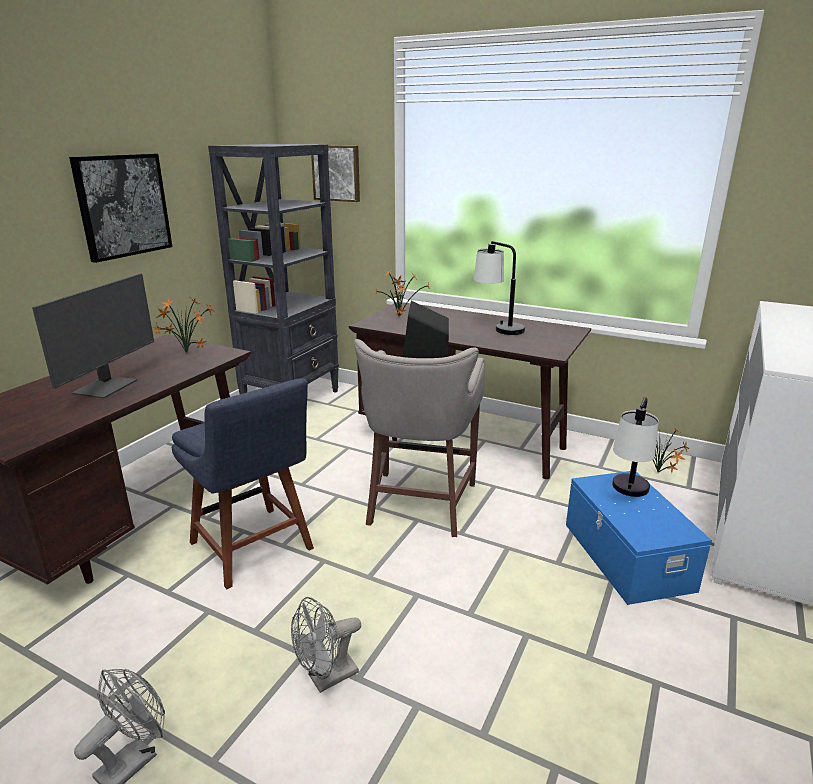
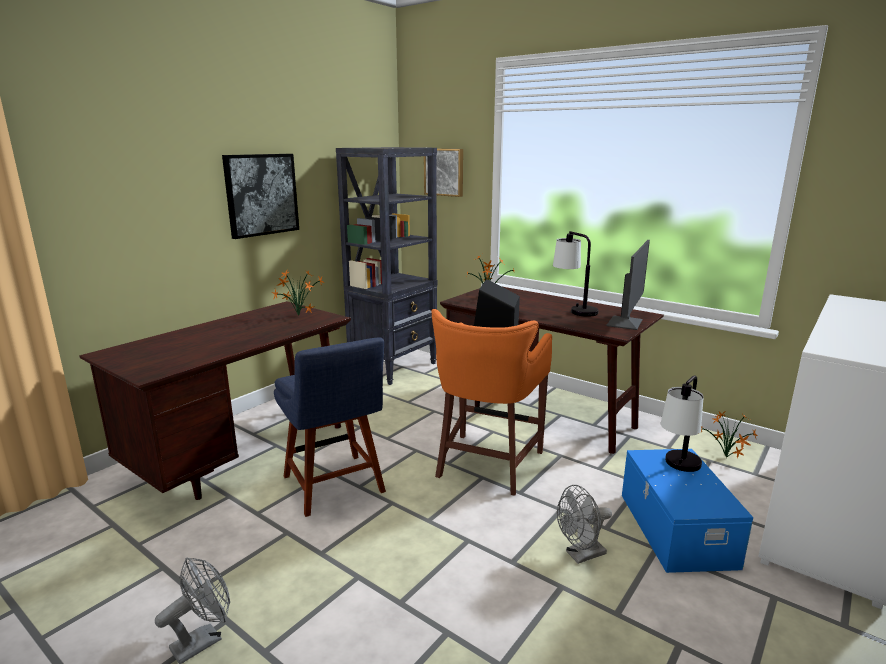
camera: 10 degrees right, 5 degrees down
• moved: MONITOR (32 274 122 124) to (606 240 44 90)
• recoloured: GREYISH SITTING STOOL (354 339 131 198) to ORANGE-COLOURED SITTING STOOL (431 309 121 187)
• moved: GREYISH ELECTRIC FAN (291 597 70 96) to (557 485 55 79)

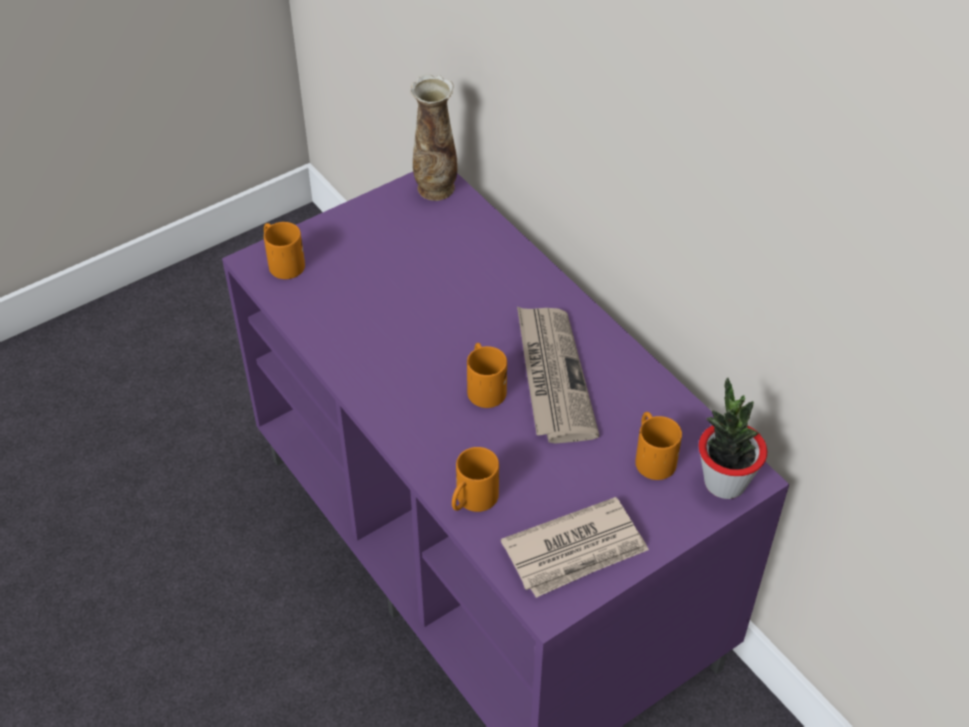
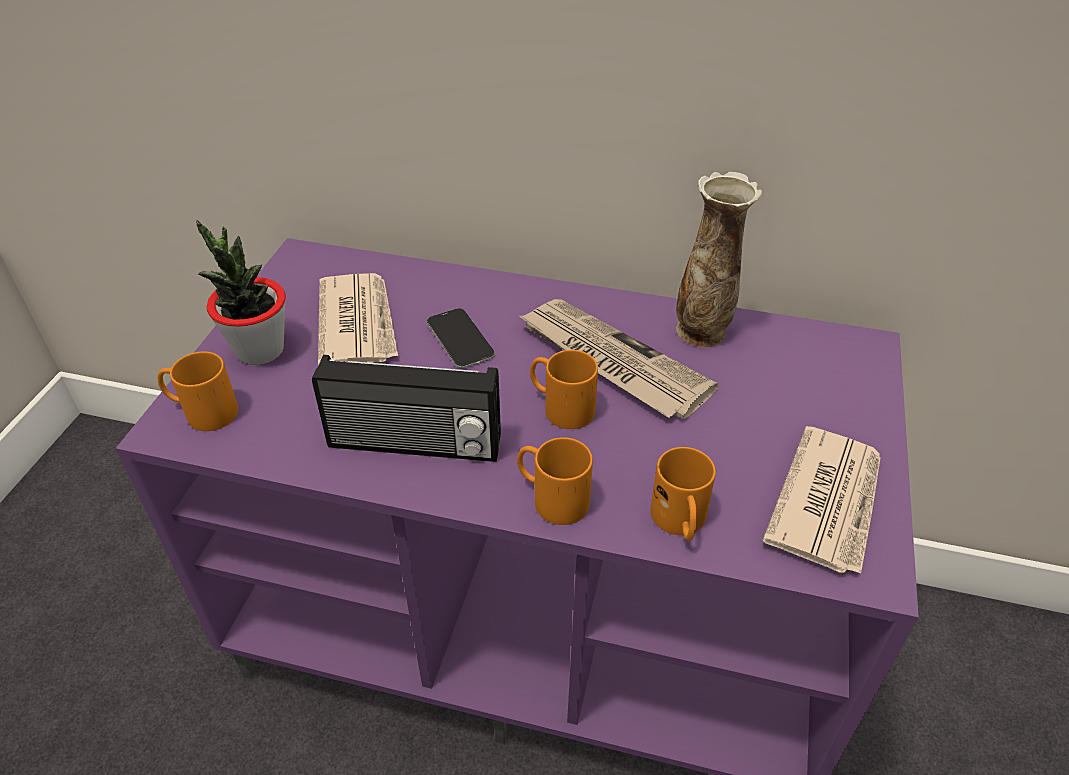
camera: 40 degrees left, 5 degrees down
• moved: DECORATIVE VASE (410 74 48 127) to (676 172 86 175)
• moved: HOUSEPLANT (699 378 68 121) to (196 220 90 145)
• moved: ORANGE-COLOURED MUG (635 412 47 68) to (517 437 76 88)
• added: DAILY PAPER (318 273 80 92)
• added: TELEPHONE (427 308 68 60)
• added: RADIO RECEIVER (312 355 189 107)

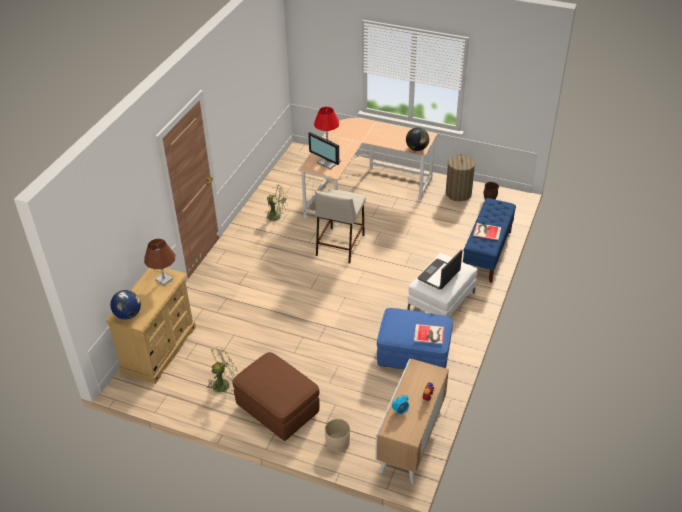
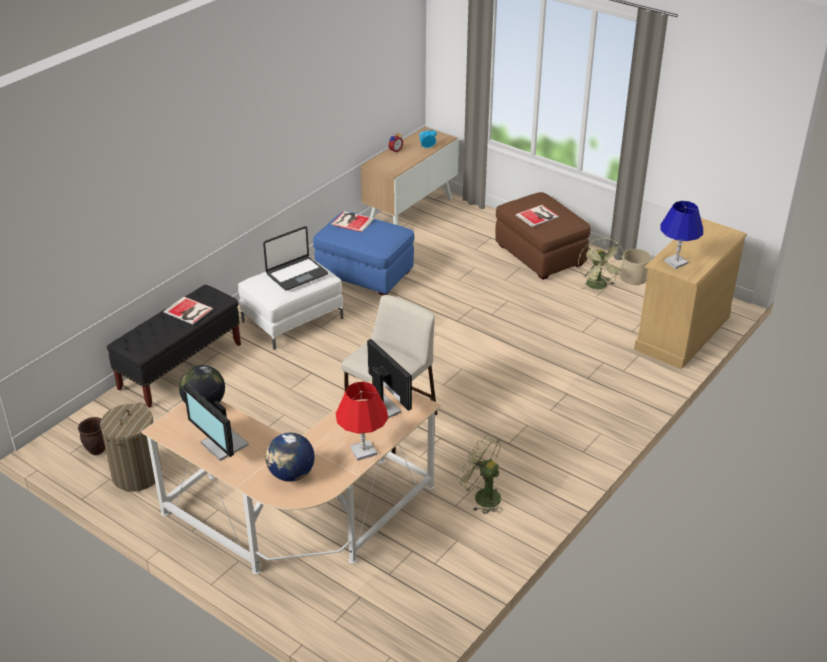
camera: 165 degrees left, 5 degrees down
• recoloured: BLUE BENCH (463 198 53 85) to BLACKISH BENCH (107 285 134 123)
• recoloured: BROWN-COLOURED TABLETOP LAMP (144 239 31 46) to BLUE TABLETOP LAMP (661 201 42 68)
• moved: DESK GLOBE (110 290 31 29) to (266 433 49 49)
• turned: GREEN ELECTRIC FAN (206 346 33 46) = (578 238 48 52) 75 degrees counterclockwise
• moved: BEIGE-COLOURED FLOWER POT (325 419 25 34) to (621 249 30 36)
• added: BOOK (515 205 44 22)
• added: MONITOR (183 384 66 77)

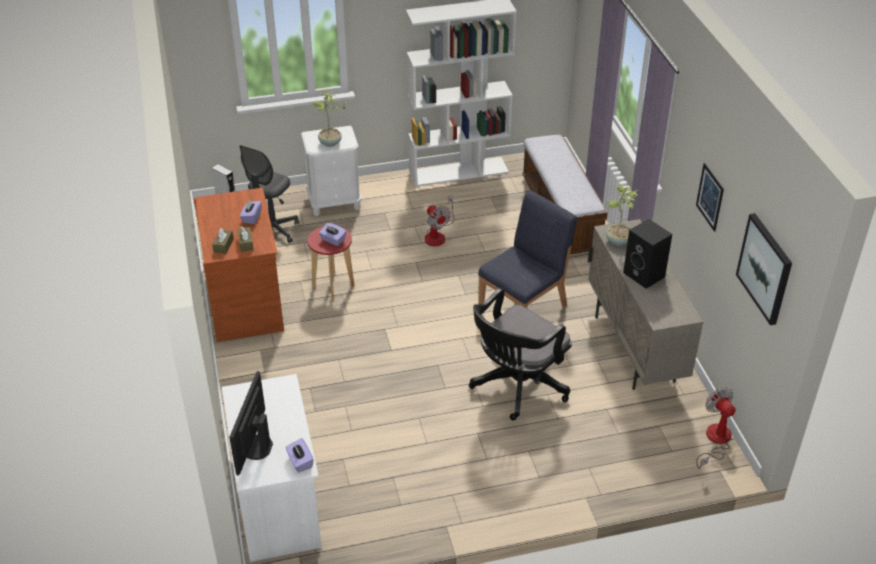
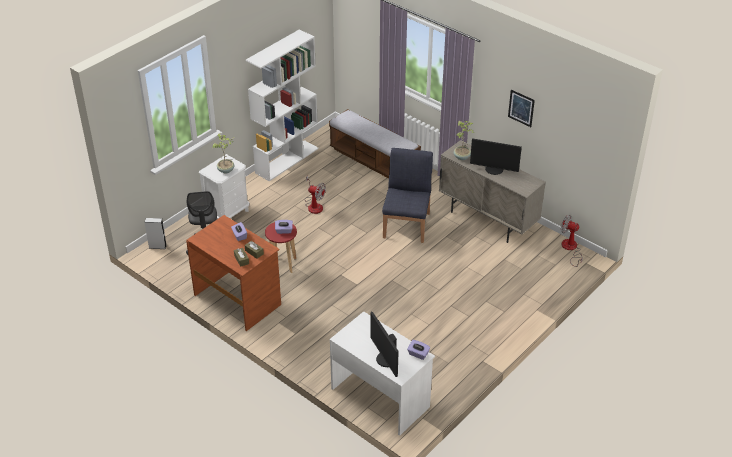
camera: 35 degrees left, 0 degrees up
• removed: WALL PICTURE (736 213 56 112)
• replaced: BLACKISH SPEAKER (623 219 49 70) to MONITOR (470 138 52 37)
• removed: BLACKISH COMPUTER CHAIR (469 288 103 132)

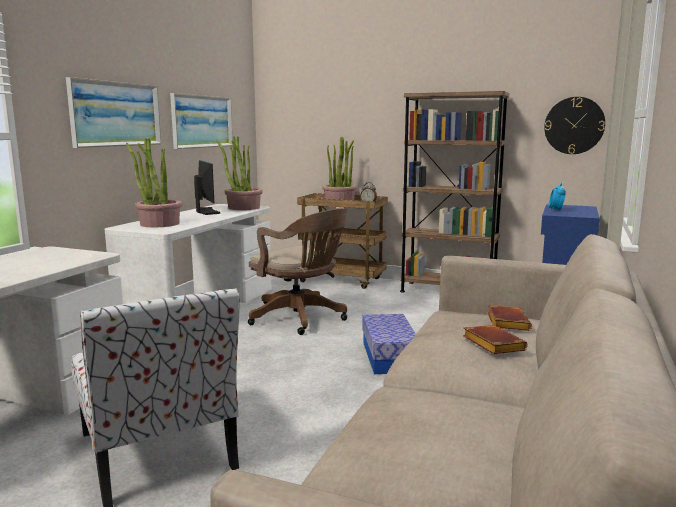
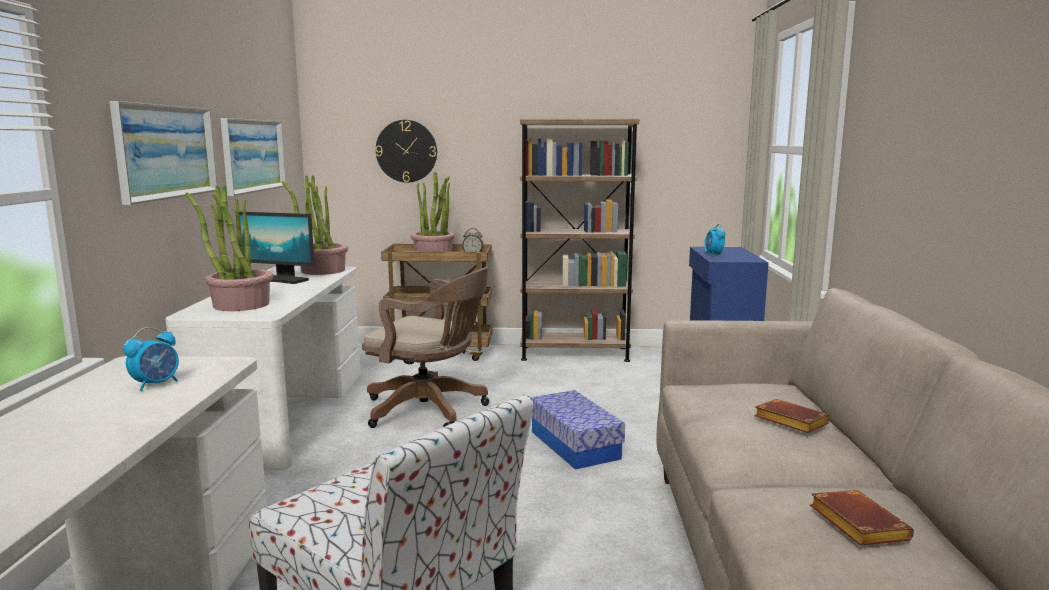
camera: 20 degrees left, 0 degrees up
• moved: CLOCK ON THE WALL (544 97 61 57) to (376 120 61 63)
• turned: MONITOR (194 160 26 55) = (239 212 76 72) 150 degrees clockwise
• moved: BROWN-COLOURED BOOK (487 305 45 26) to (810 490 104 56)
• added: ALARM CLOCK (123 327 56 64)

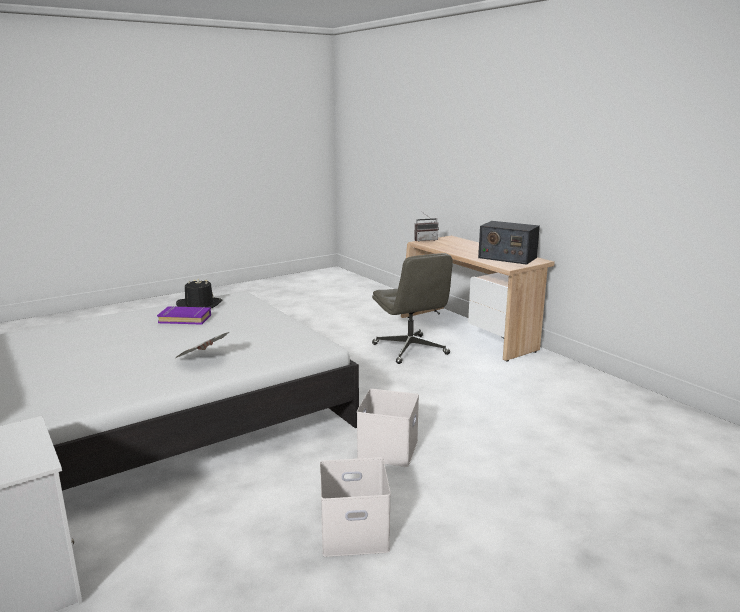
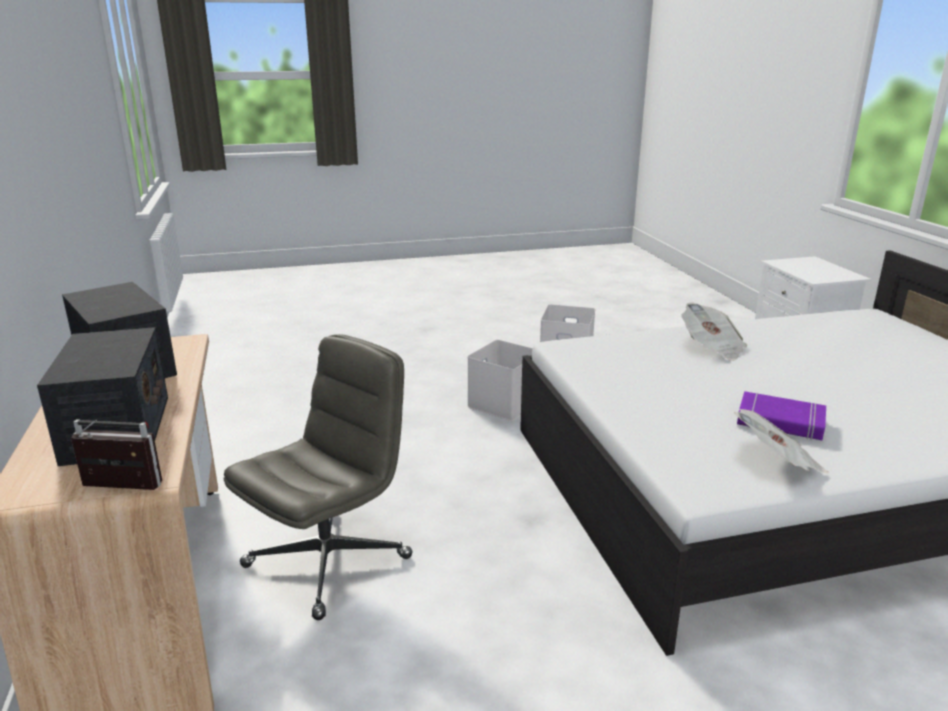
camera: 160 degrees left, 5 degrees up
• turned: GREYISH COMPUTER CHAIR (372 253 81 111) = (224 334 188 286) 45 degrees clockwise
• replaced: BLACKISH HAT (176 279 47 29) to DAILY PAPER (734 409 95 64)
• added: RADIO RECEIVER (37 327 131 139)

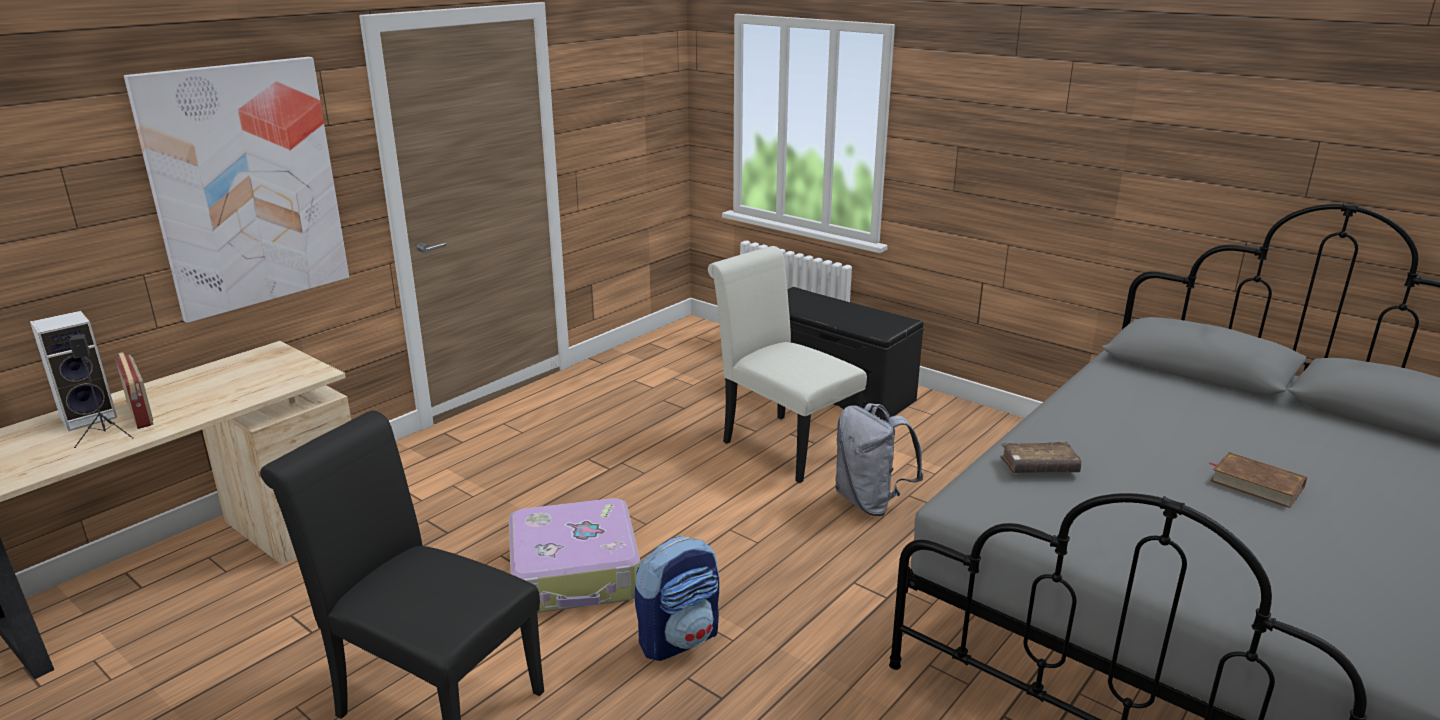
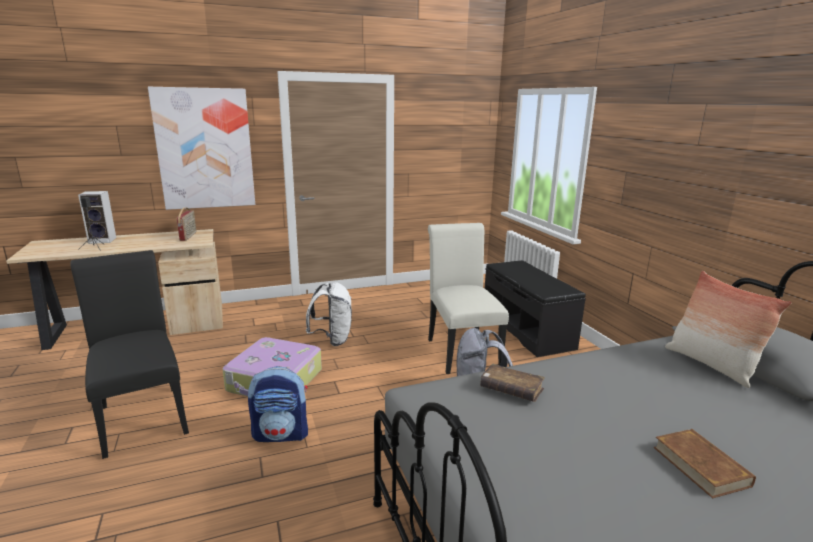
camera: 30 degrees right, 5 degrees down
• moved: RADIO RECEIVER (115 352 38 77) to (177 208 19 33)
• added: PILLOW (665 271 127 117)
• added: WHITISH BACKPACK (306 282 46 64)

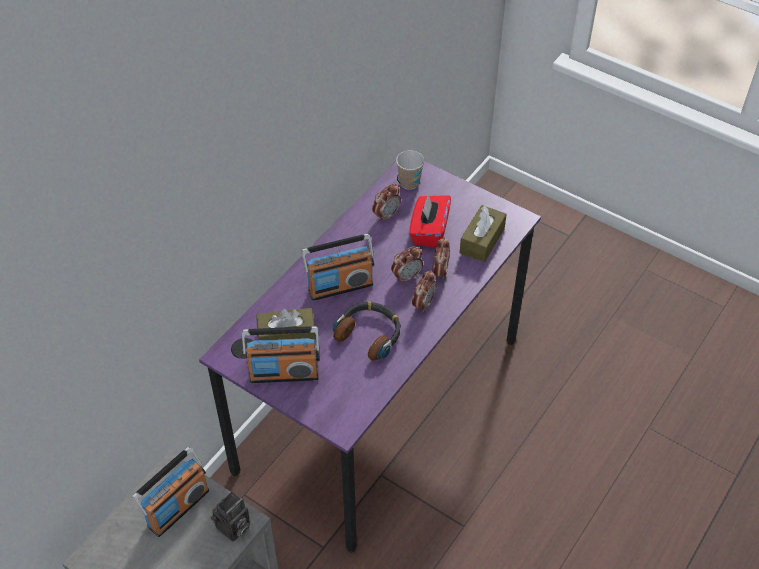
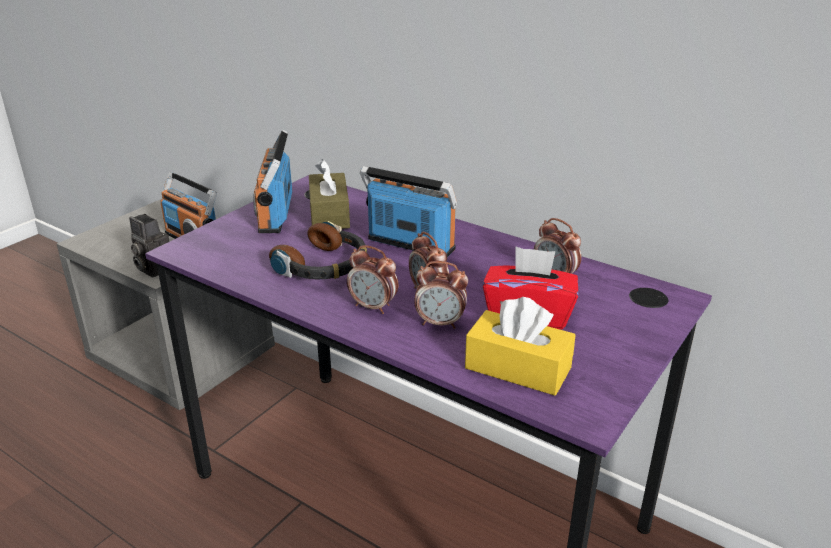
camera: 90 degrees right, 20 degrees down
• removed: DRINKING CUP (396 150 28 40)
• recoloured: BROWN-COLOURED TISSUE HOLDER (460 205 47 57) to YELLOW TISSUE HOLDER (465 297 110 99)
• turned: RADIO RECEIVER (301 234 73 67) = (360 166 97 91) 135 degrees clockwise

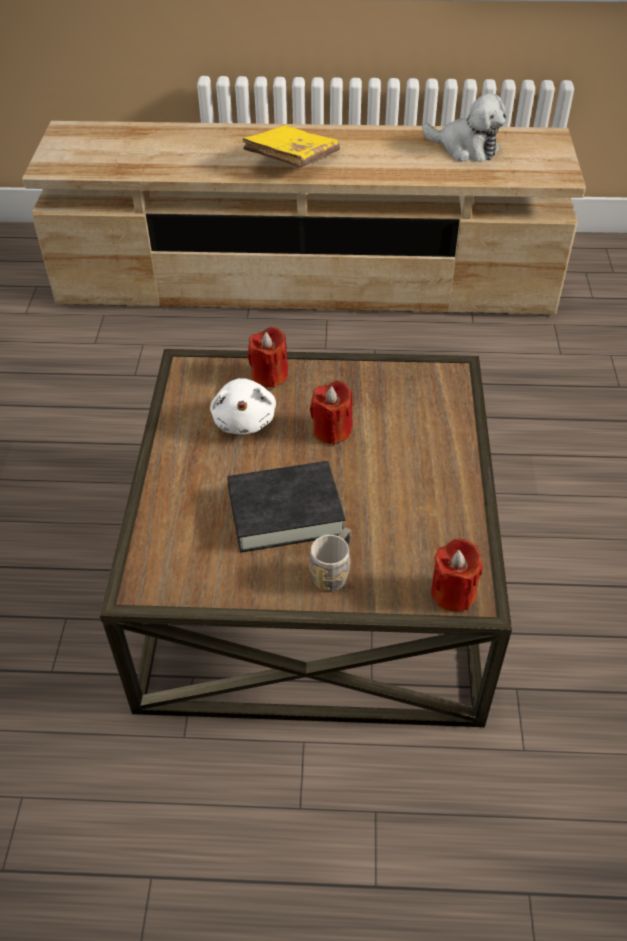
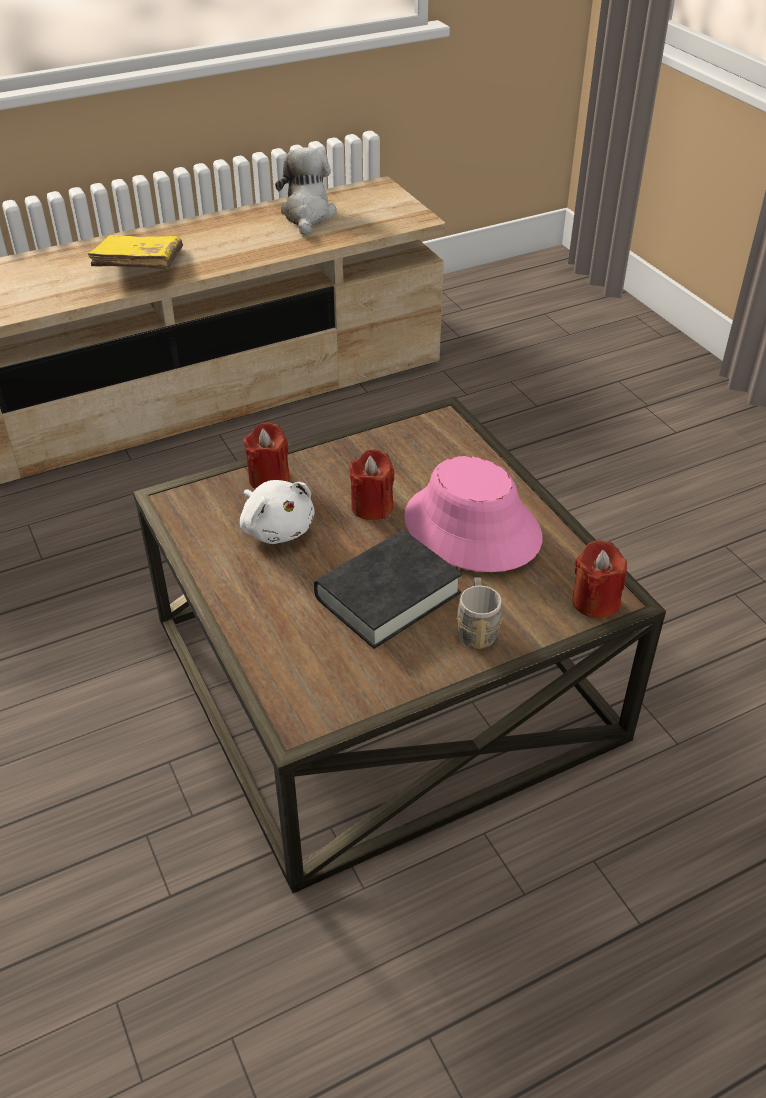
camera: 30 degrees left, 5 degrees down
• turned: CUDDLY TOY (422 93 84 69) = (275 147 62 89) 90 degrees counterclockwise
• added: PINK HAT (404 456 138 116)

